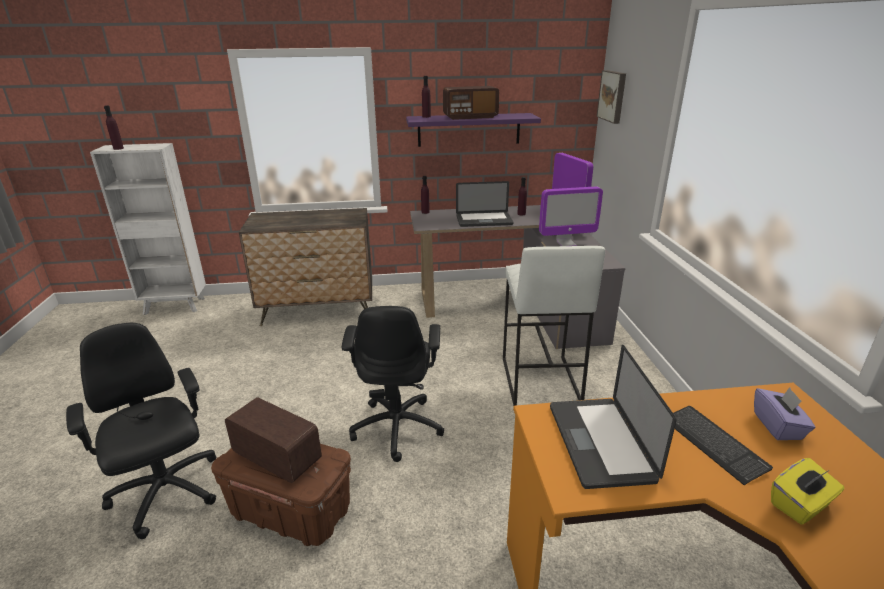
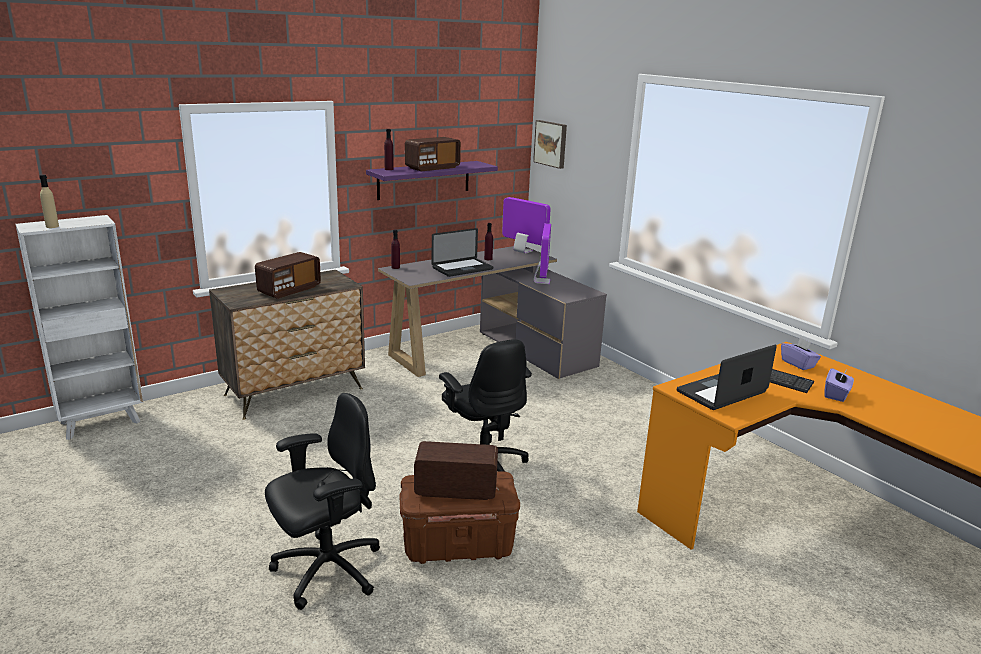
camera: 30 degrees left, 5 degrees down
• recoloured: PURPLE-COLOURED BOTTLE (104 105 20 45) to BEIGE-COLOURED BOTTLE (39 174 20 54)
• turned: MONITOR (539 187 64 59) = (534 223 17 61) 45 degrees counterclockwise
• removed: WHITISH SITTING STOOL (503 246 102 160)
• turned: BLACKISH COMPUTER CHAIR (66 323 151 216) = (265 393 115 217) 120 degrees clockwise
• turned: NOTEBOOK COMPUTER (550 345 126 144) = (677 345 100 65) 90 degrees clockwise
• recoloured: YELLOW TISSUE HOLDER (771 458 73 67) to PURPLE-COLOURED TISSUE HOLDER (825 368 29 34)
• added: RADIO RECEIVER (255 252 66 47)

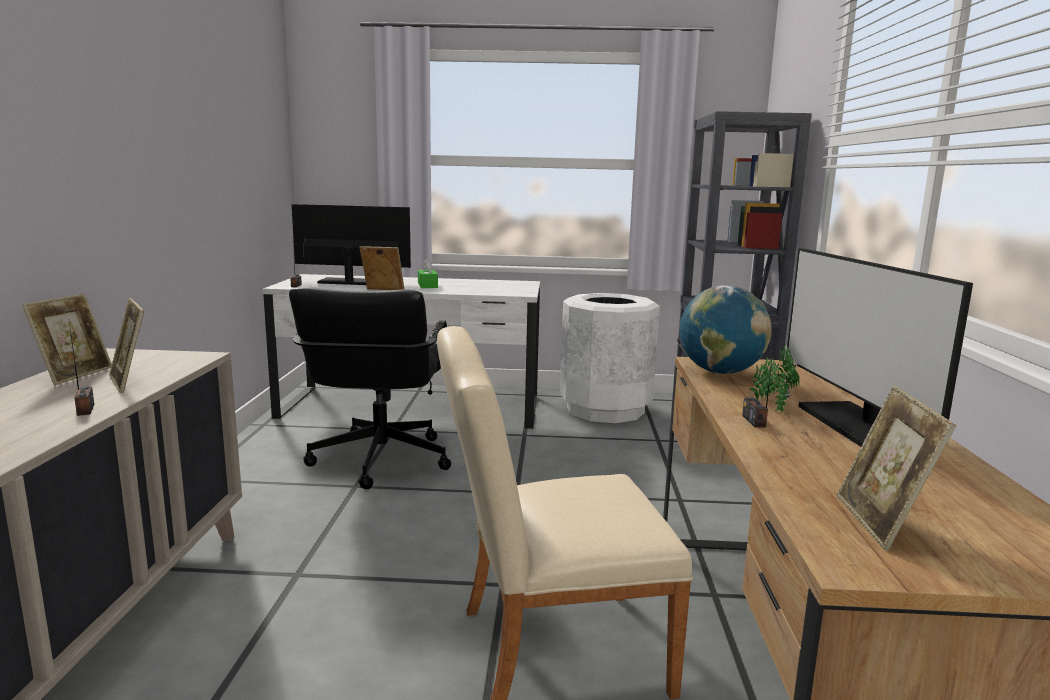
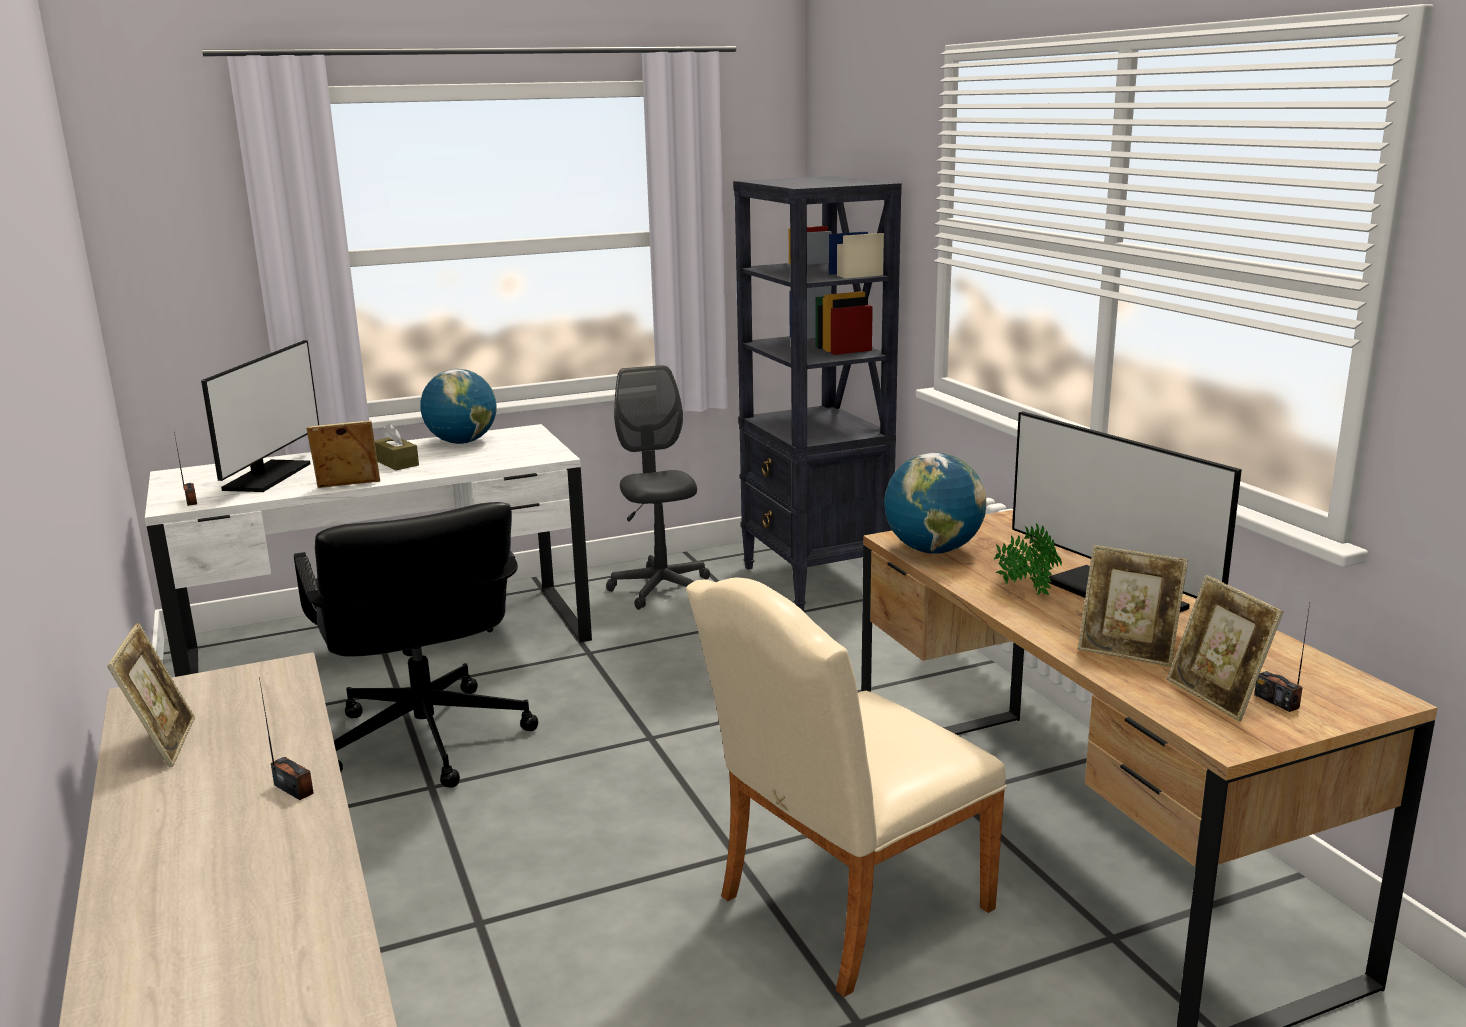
camera: 25 degrees left, 5 degrees up
• turned: MONITOR (291 204 120 81) = (201 340 118 152) 120 degrees clockwise
• recoloured: GREEN TISSUE HOLDER (418 259 20 29) to BROWN-COLOURED TISSUE HOLDER (375 423 44 47)
• replaced: WHITISH WASTE BIN (560 293 100 130) to GREYISH COMPUTER CHAIR (606 365 104 245)
• moved: PICTURE FRAME (109 298 35 95) to (1078 545 110 122)
• moved: RADIO RECEIVER (742 342 32 85) to (1254 604 56 108)
• added: DESK GLOBE (421 369 75 75)

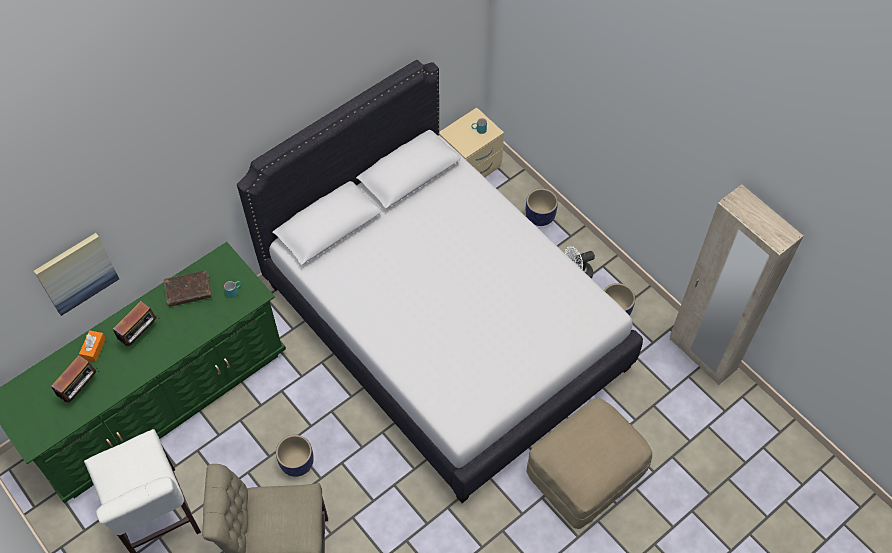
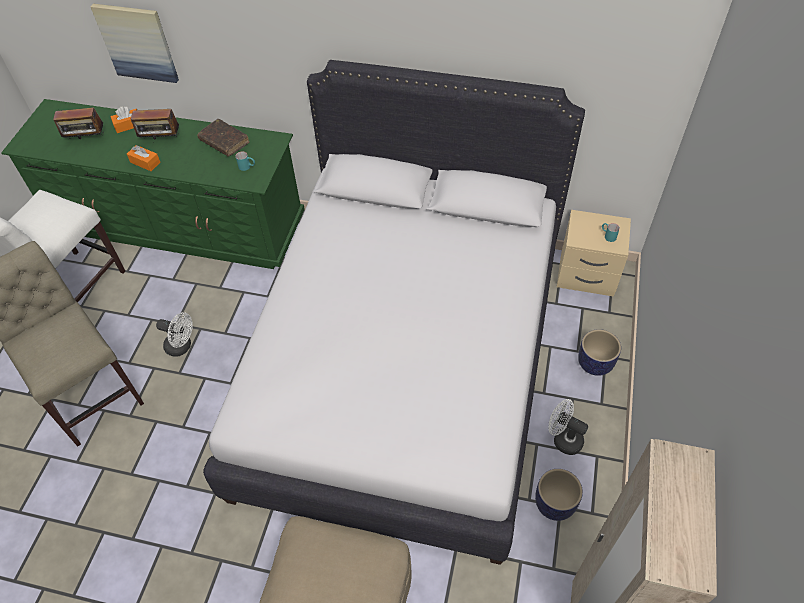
camera: 55 degrees right, 5 degrees down
• replaced: FLOWER POT (276 435 38 42) to WHITISH ELECTRIC FAN (156 312 37 45)
• added: ORANGE-COLOURED TISSUE HOLDER (127 145 34 26)

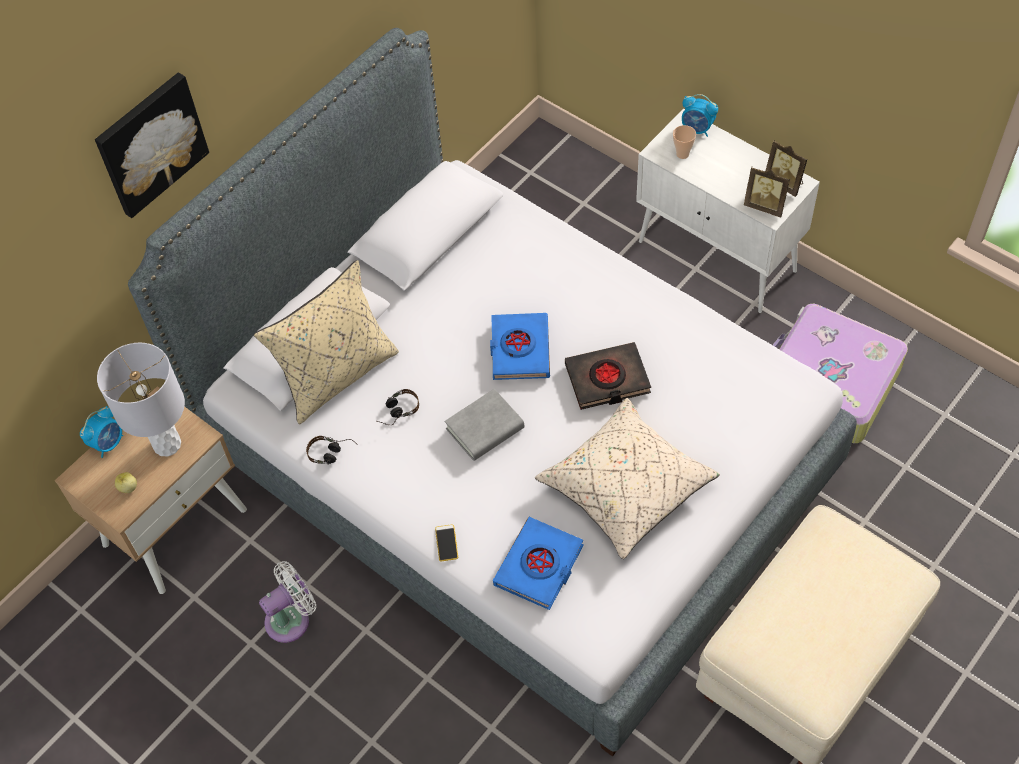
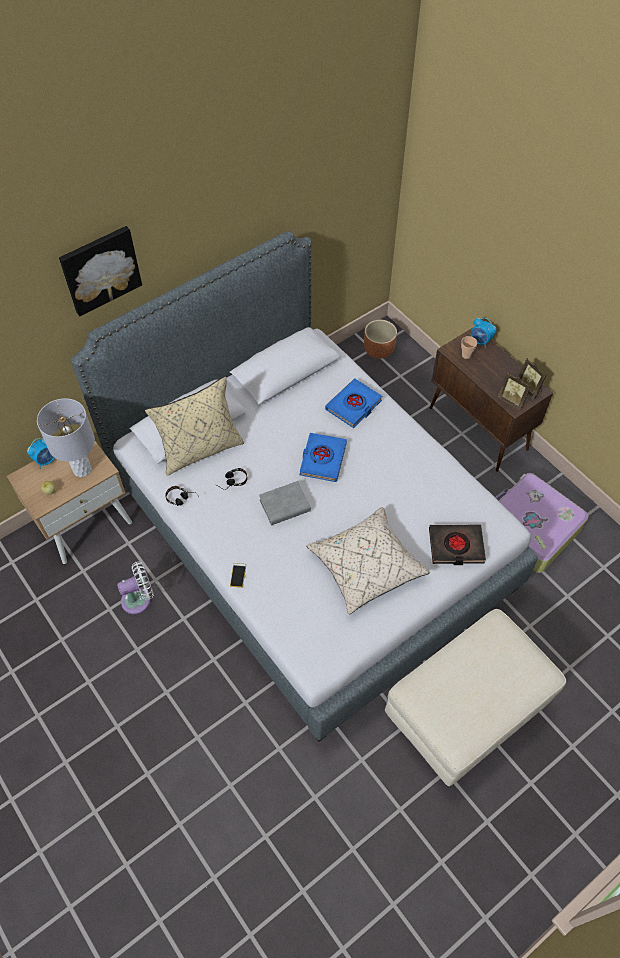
camera: 10 degrees right, 0 degrees up
• recoloured: WHITISH CUPBOARD (636 109 184 204) to BROWN-COLOURED CUPBOARD (430 328 123 144)
• moved: BLACKISH BOOK (565 342 86 68) to (429 525 57 40)
• moved: BLUE BOOK (493 517 91 93) to (325 379 58 49)
• added: BROWN-COLOURED FLOWER POT (364 320 33 39)

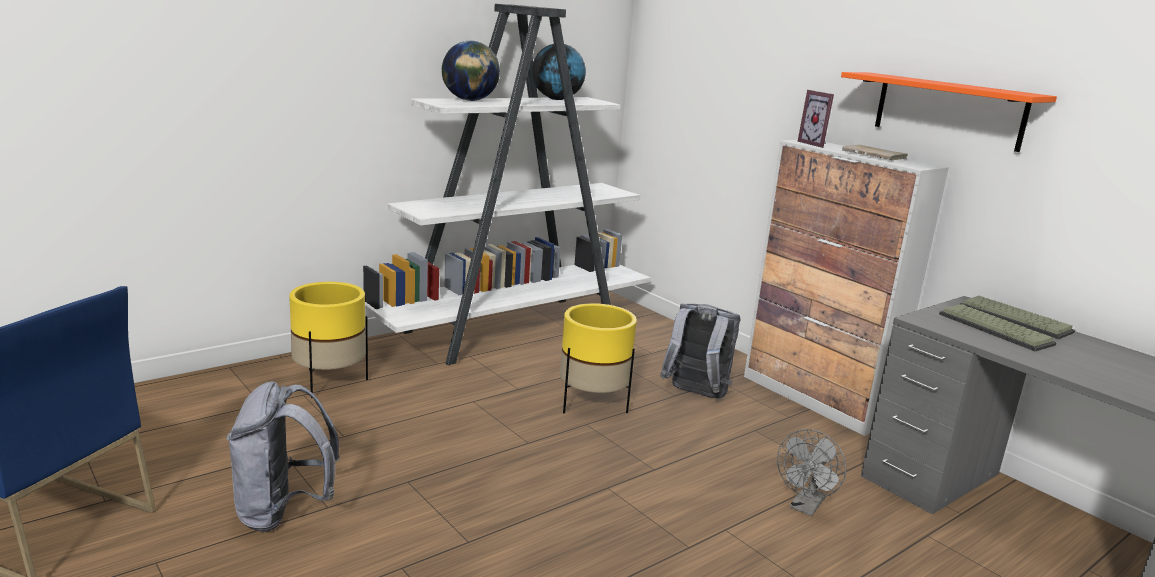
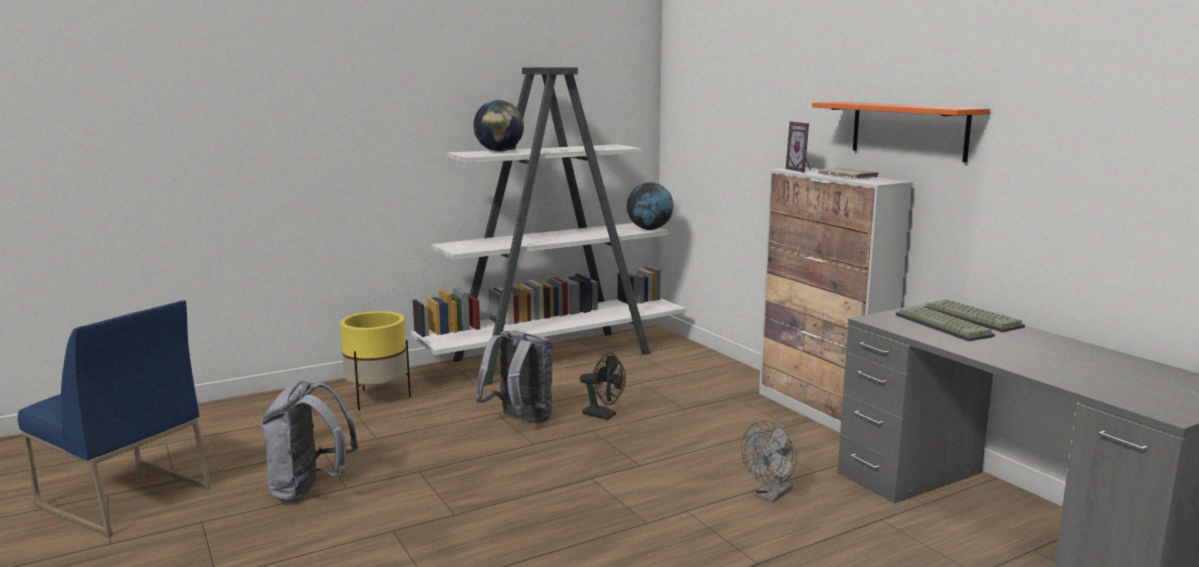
camera: 10 degrees right, 5 degrees down
• moved: DESK GLOBE (532 44 54 56) to (627 182 46 48)
• replaced: YELLOW FLOWER POT (560 303 77 110) to BLACKISH ELECTRIC FAN (580 353 46 67)
• moved: GREYISH BACKPACK (660 304 80 94) to (476 330 77 93)

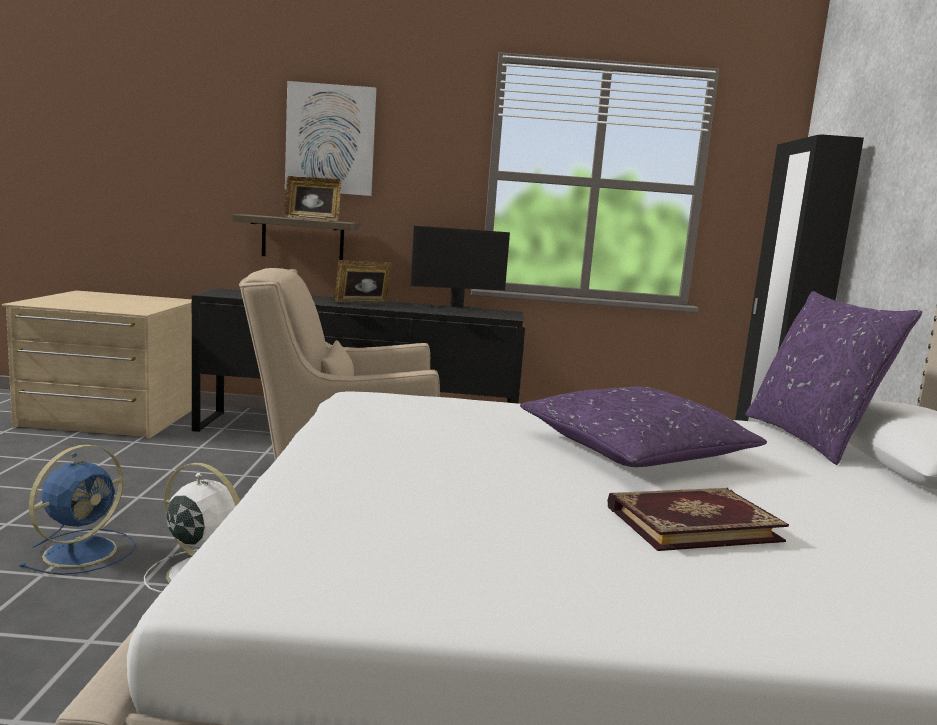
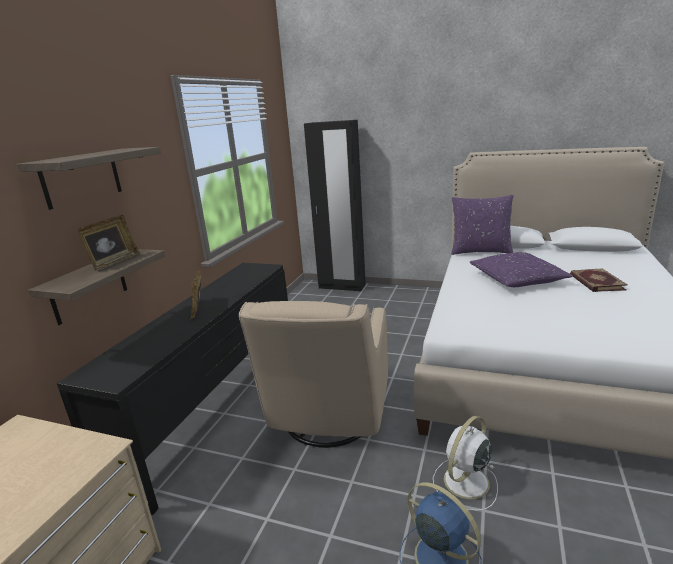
camera: 70 degrees left, 10 degrees up
• replaced: WALL PICTURE (285 81 91 115) to WALL SHELF (17 147 144 63)
• removed: MONITOR (410 226 100 88)

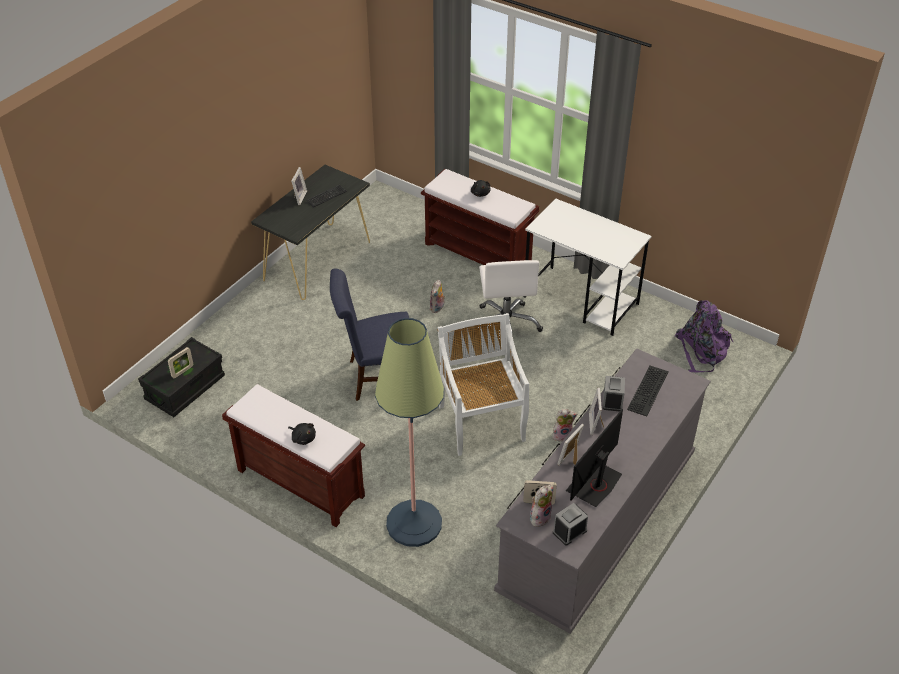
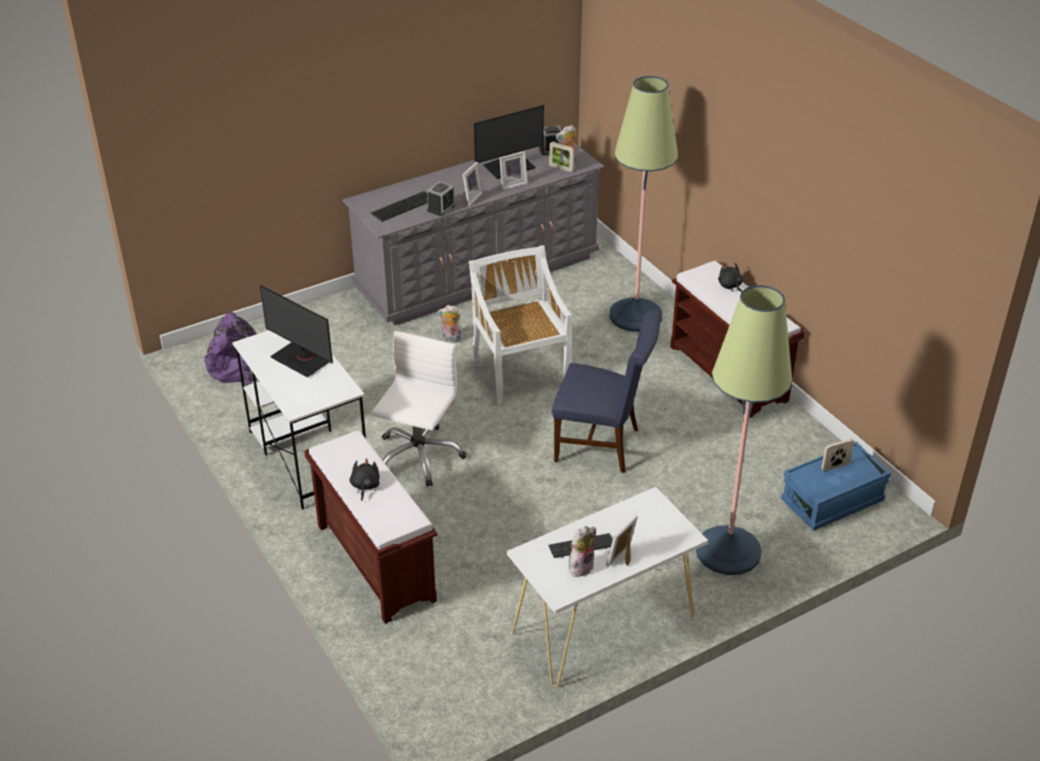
camera: 155 degrees left, 5 degrees down
• recoloured: BLACKISH HALL TABLE (251 165 119 135) to WHITISH HALL TABLE (507 487 201 200)
• moved: CUDDLY TOY (430 280 15 33) to (569 526 27 51)
• turned: WHITISH PLAIN CHAIR (438 313 91 143) = (469 245 103 159) 150 degrees clockwise
• recoloured: BLACKISH STORAGE CONTAINER (138 337 87 80) to BLUE STORAGE CONTAINER (781 442 110 89)
• added: MONITOR (260 285 73 93)
• added: STANDING LAMP (696 285 96 290)

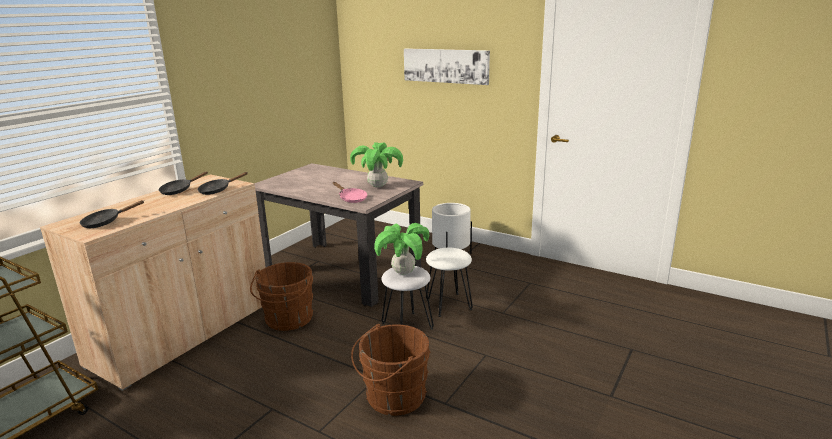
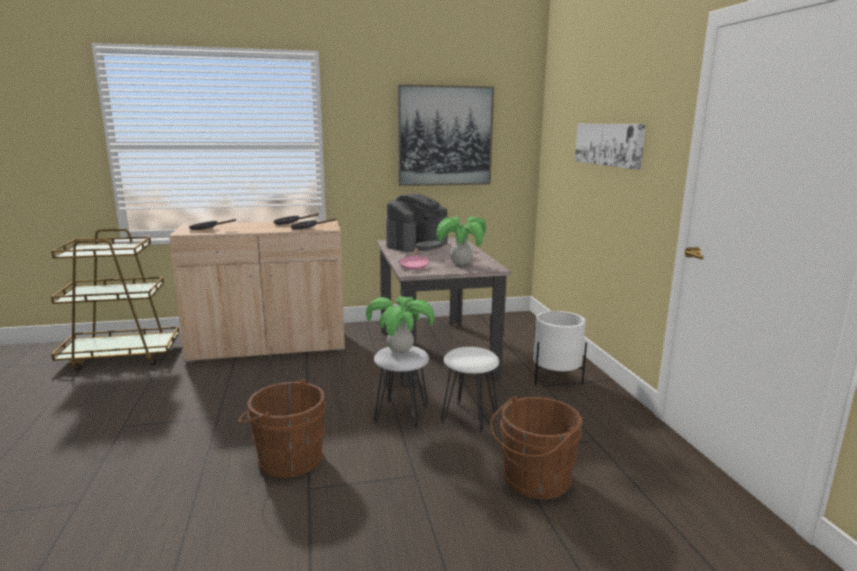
camera: 45 degrees right, 5 degrees down
• moved: BROWN-COLOURED WATER BUCKET (250 262 63 69) to (490 396 92 103)
• added: WALL PICTURE (398 84 96 102)
• added: COFFEE MACHINE (386 194 62 58)

